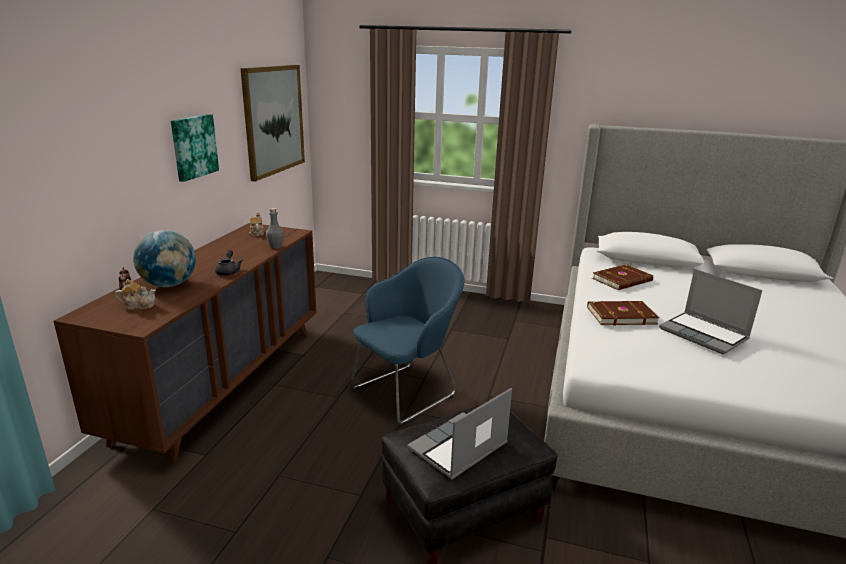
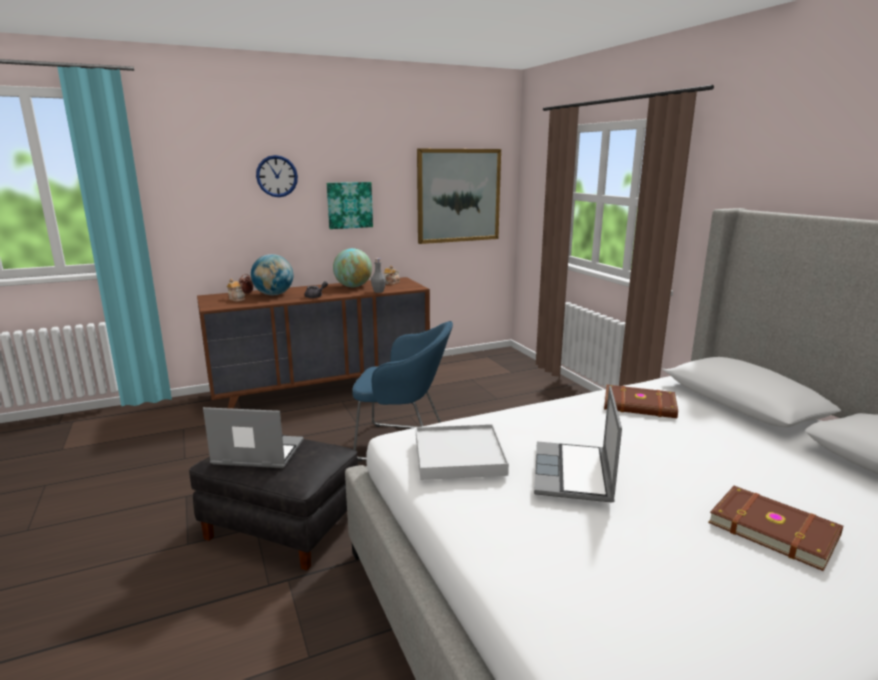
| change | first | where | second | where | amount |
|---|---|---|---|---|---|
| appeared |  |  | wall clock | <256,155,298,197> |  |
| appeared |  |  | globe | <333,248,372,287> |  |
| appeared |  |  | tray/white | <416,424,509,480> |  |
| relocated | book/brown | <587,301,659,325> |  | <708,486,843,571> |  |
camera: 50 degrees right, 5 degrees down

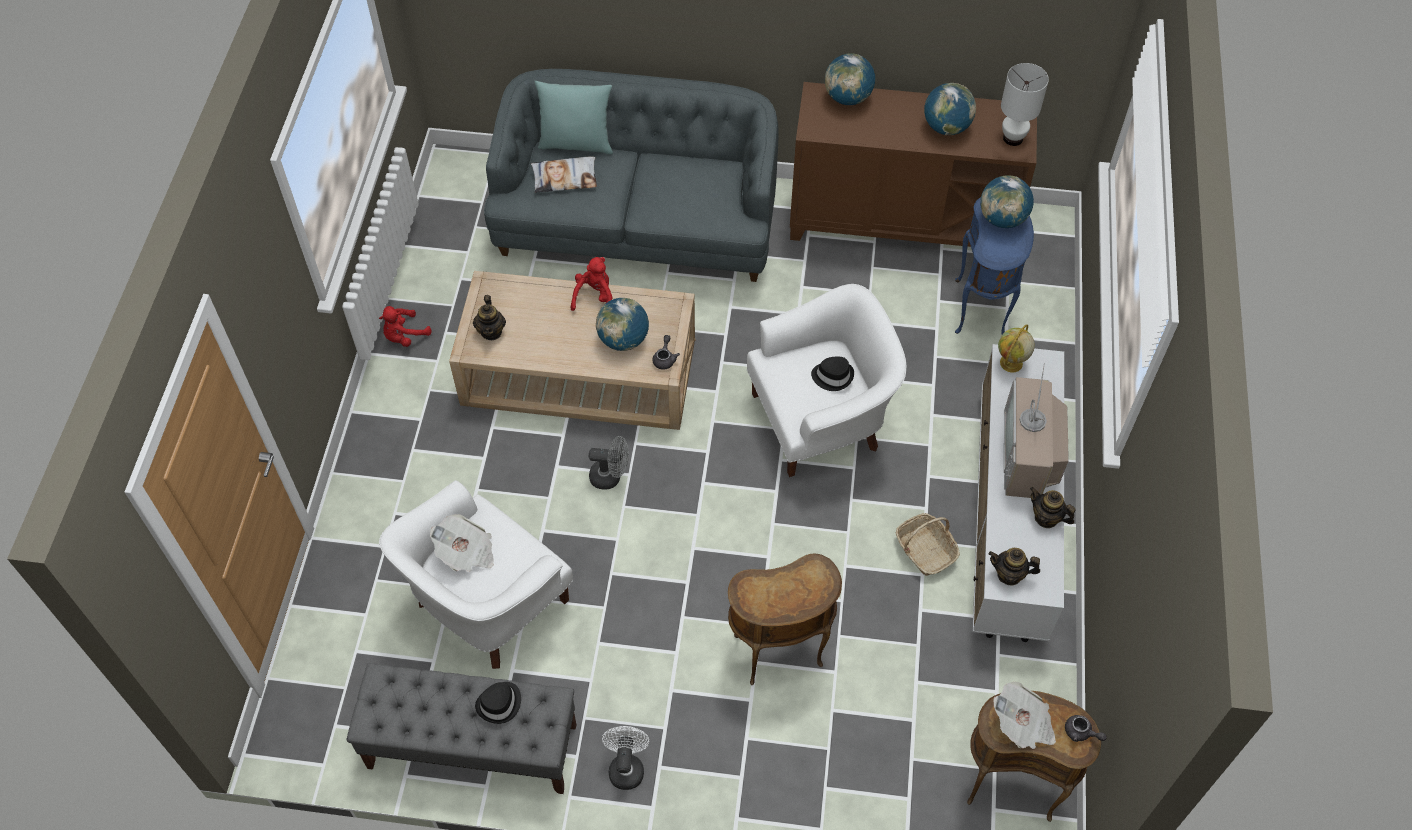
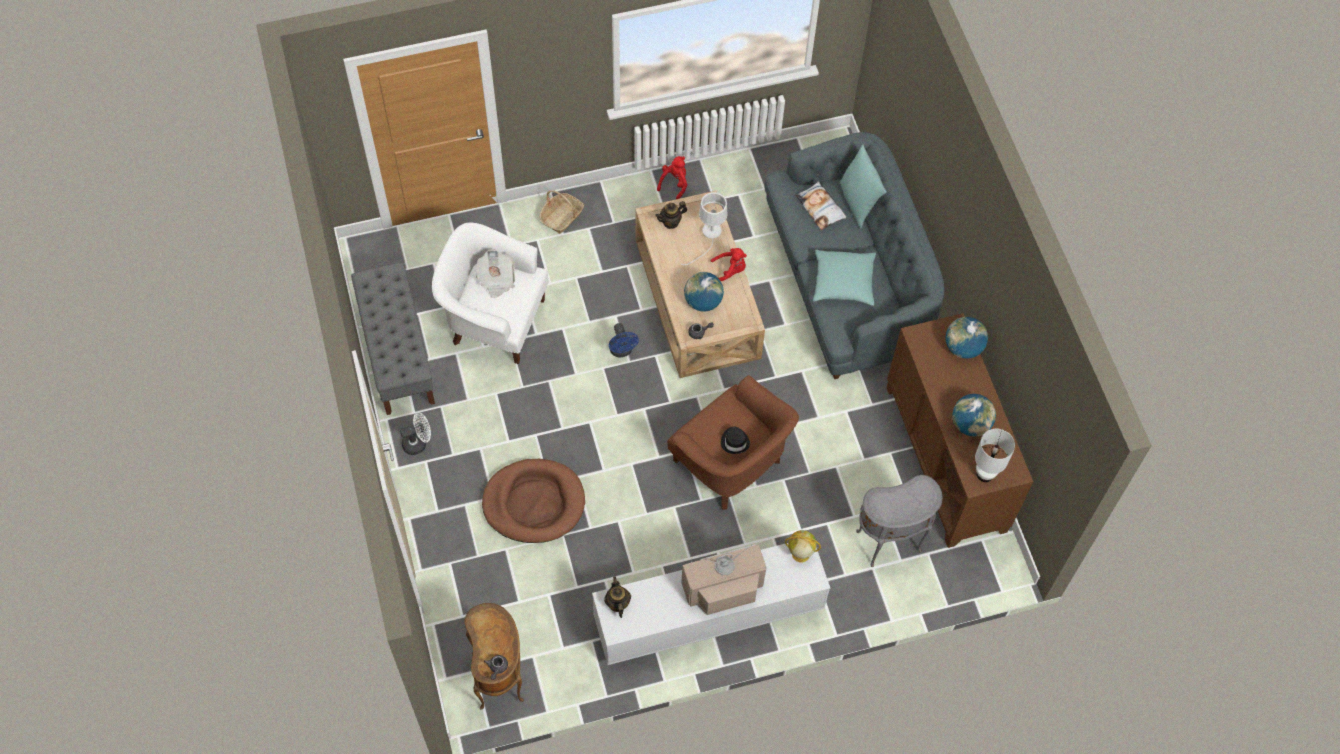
| change | first | where | second | where | amount |
|---|---|---|---|---|---|
| exchanged | side table/brown | <728,554,842,685> | dog bed/brown | <482,459,585,543> |  |
| relocated | basket | <896,513,960,576> |  | <539,190,584,234> |  |
| colour | fan/grey | <589,436,629,490> | fan/blue | <609,323,639,357> |  |
| spun | plush toy/red | <379,306,432,347> |  | <657,156,687,199> | 90 degrees clockwise |
| colour | armchair/white | <747,284,907,477> | armchair/brown | <667,375,799,510> |  |
| appeared |  |  | table lamp/white | <681,192,728,265> |  |
| appeared |  |  | pillow/turquoise | <813,249,876,306> |  |
| colour | side table/blue | <955,197,1034,334> | side table/grey | <856,475,942,567> |  |
| missing | hat/black | <475,682,521,724> |  |  |  |
| missing | globe | <980,175,1034,228> |  |  |  |
| missing | newspaper | <993,682,1056,749> |  |  |  |
| missing | teapot | <1030,487,1076,528> |  |  |  |
camera: 65 degrees right, 5 degrees up

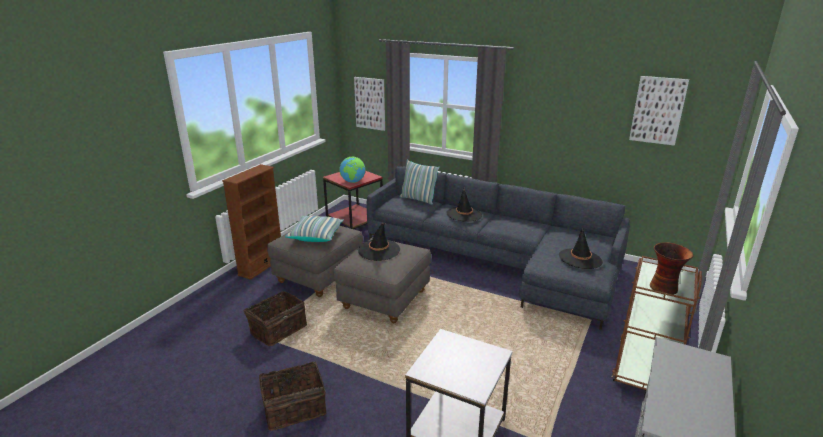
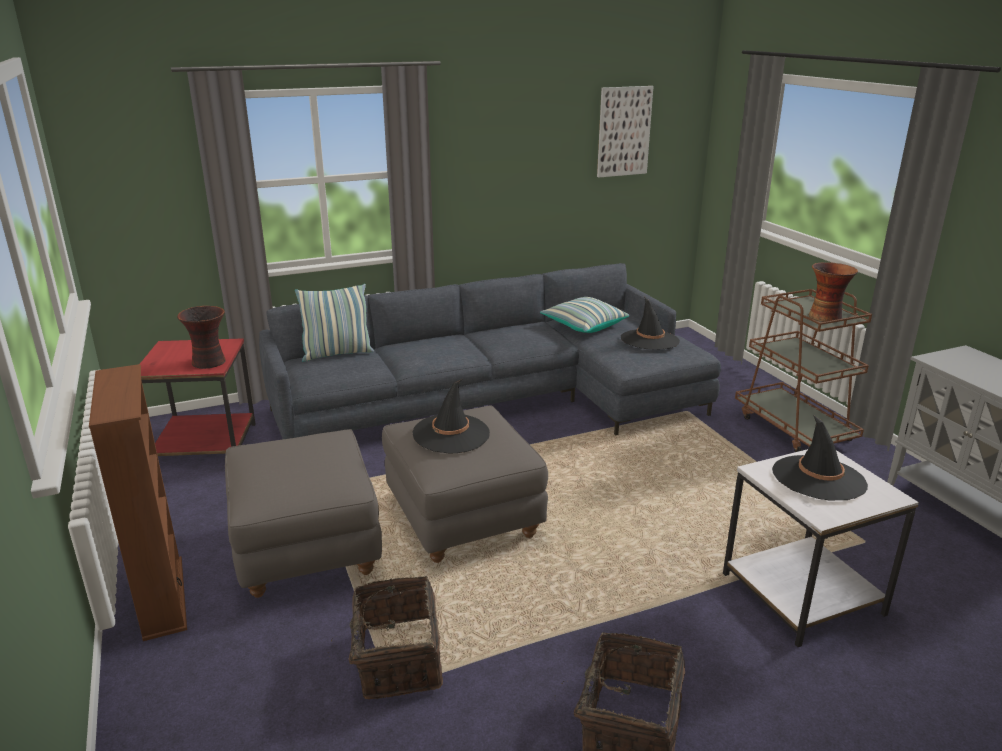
| change | first | where | second | where | amount |
|---|---|---|---|---|---|
| exchanged | globe | <339,157,366,183> | vase | <177,306,226,369> |  |
| relocated | pillow | <285,216,344,242> |  | <540,297,629,333> |  |
| relocated | hat/black | <447,188,482,222> |  | <772,415,868,500> |  |
| missing | picture | <354,77,385,131> |  |  |  |
camera: 50 degrees left, 0 degrees up

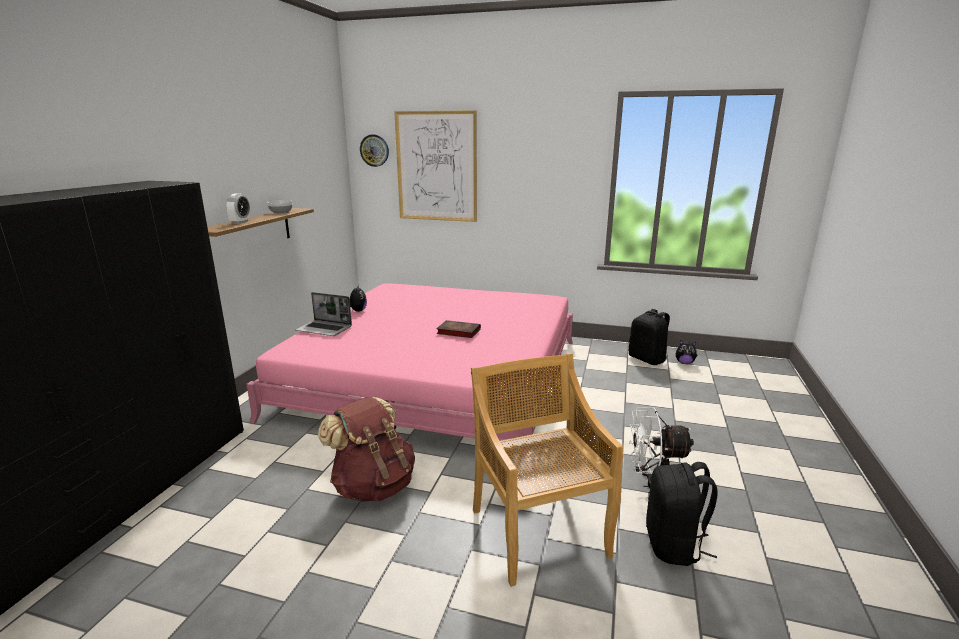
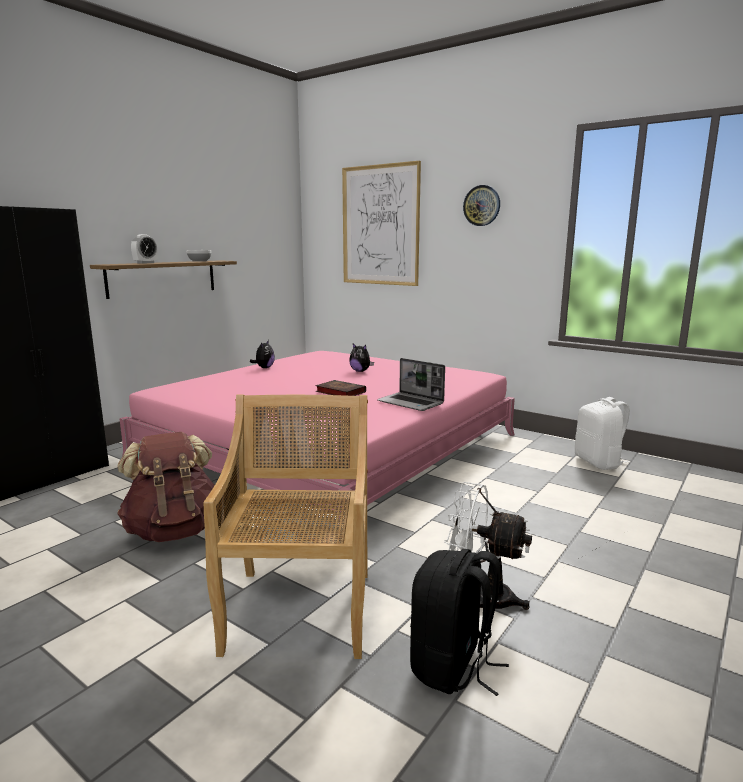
| change | first | where | second | where | amount |
|---|---|---|---|---|---|
| relocated | plush toy | <676,340,698,364> |  | <349,344,374,372> |  |
| relocated | laptop | <295,292,352,336> |  | <377,358,445,411> |  |
| relocated | wall clock | <360,134,389,167> |  | <463,185,500,226> |  |
| colour | backpack/black | <629,309,670,365> | backpack/white | <575,397,630,470> |  |
camera: 20 degrees right, 5 degrees down

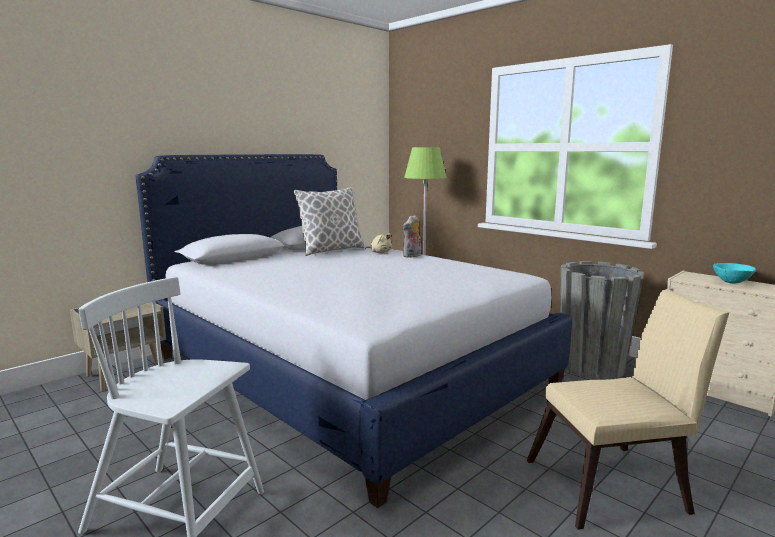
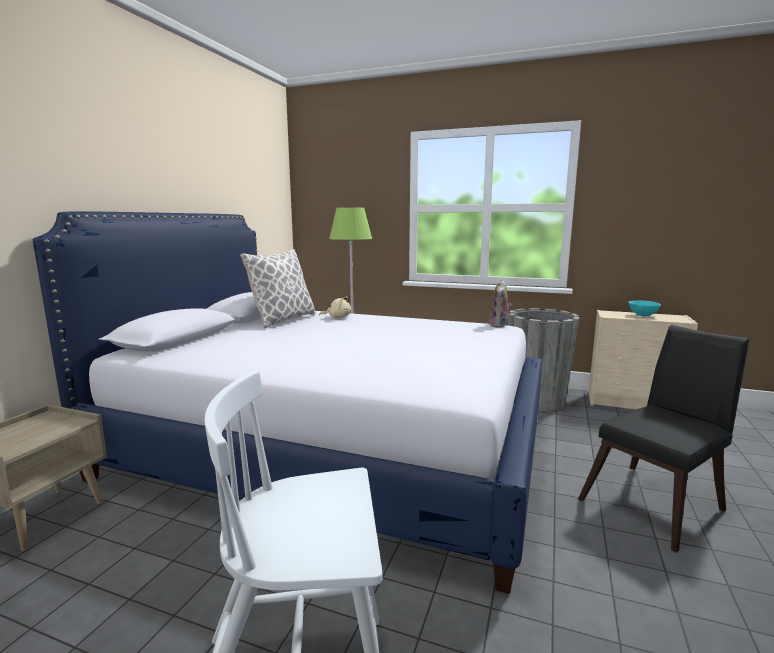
| change | first | where | second | where | amount |
|---|---|---|---|---|---|
| relocated | plush toy | <403,215,421,258> |  | <490,280,512,328> |  |
| colour | chair/beige | <527,289,729,530> | chair/black | <578,325,750,553> |  |
camera: 25 degrees left, 0 degrees up

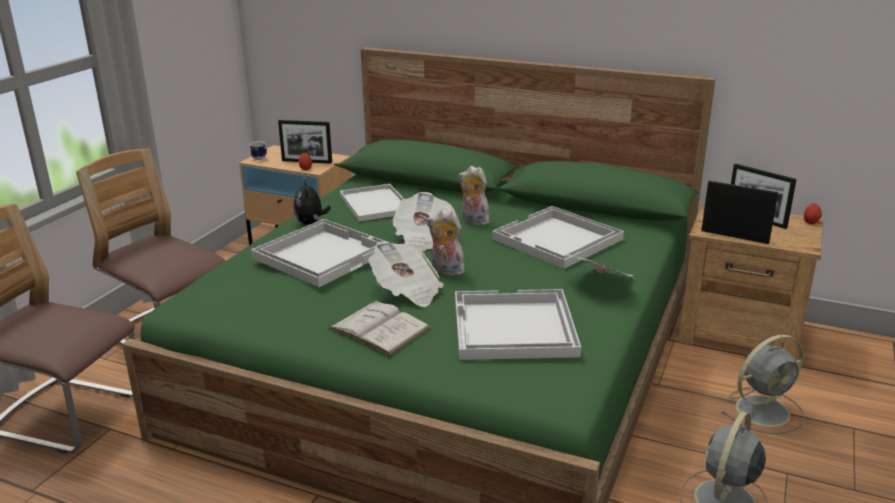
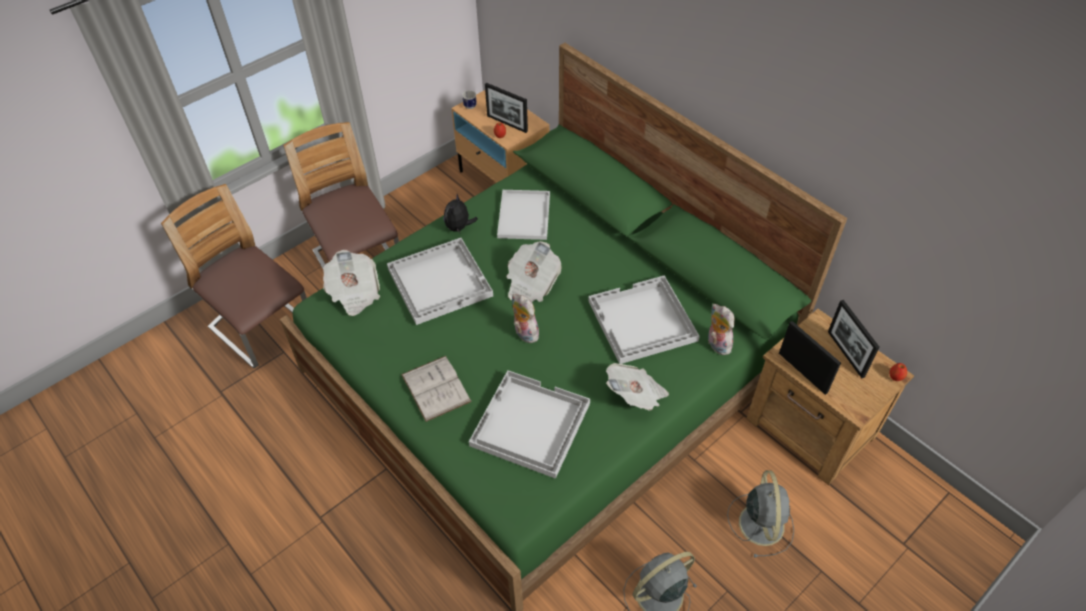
| change | first | where | second | where | amount |
|---|---|---|---|---|---|
| relocated | newspaper | <368,241,444,307> |  | <323,250,380,316> |  |
| relocated | plush toy | <458,166,490,226> |  | <708,304,735,355> |  |
| spun | fan/grey | <721,334,805,434> |  | <727,470,794,558> | 90 degrees counterclockwise |
camera: 25 degrees right, 25 degrees up

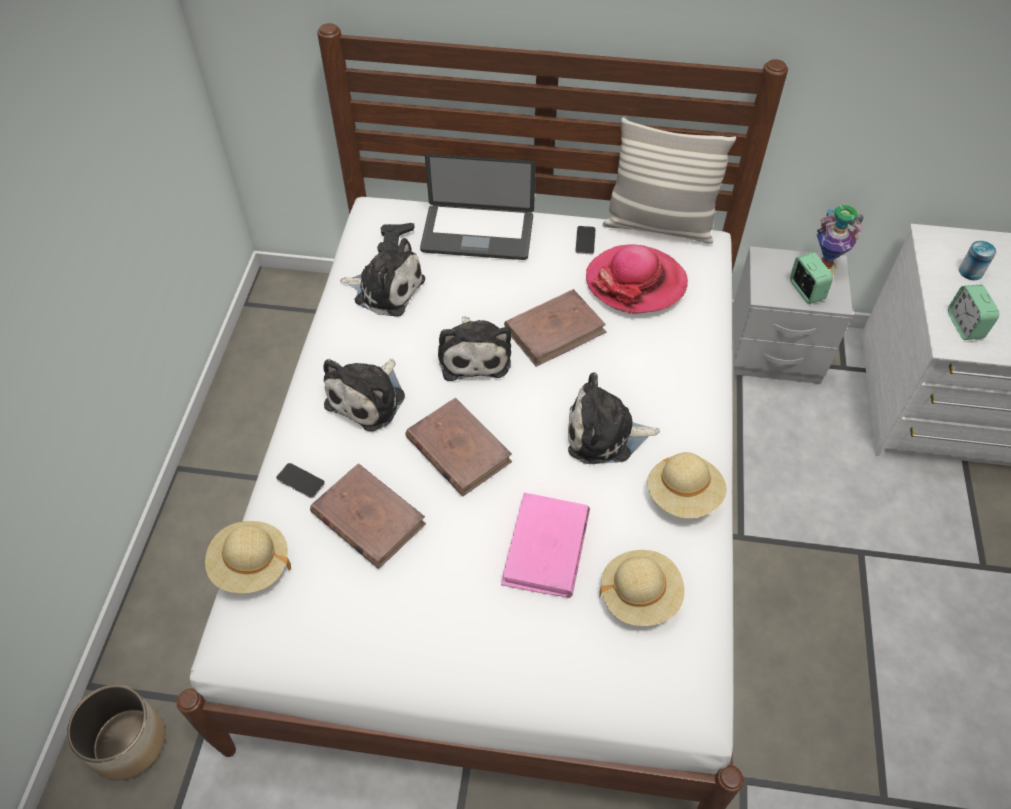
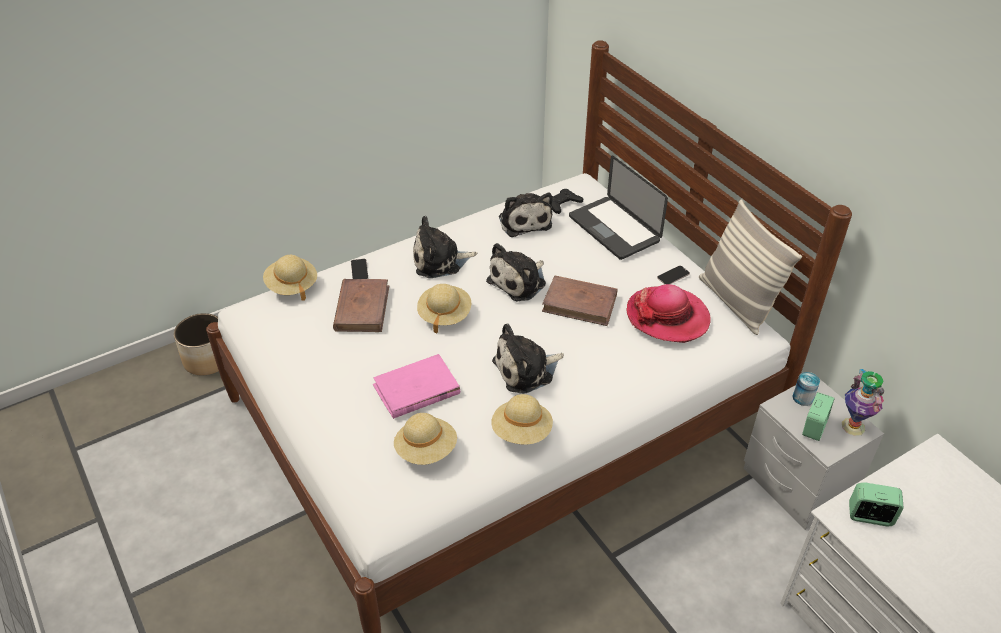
| change | first | where | second | where | amount |
|---|---|---|---|---|---|
| exchanged | book/brown | <405,398,512,496> | hat/beige | <417,284,471,334> |  |
| spun | plush toy | <568,372,660,464> |  | <492,323,564,394> | 75 degrees counterclockwise |
| relocated | can | <959,241,996,280> |  | <793,372,820,406> |  |
| spun | alarm clock | <948,285,999,340> |  | <849,482,904,526> | 60 degrees clockwise |
camera: 50 degrees right, 10 degrees down

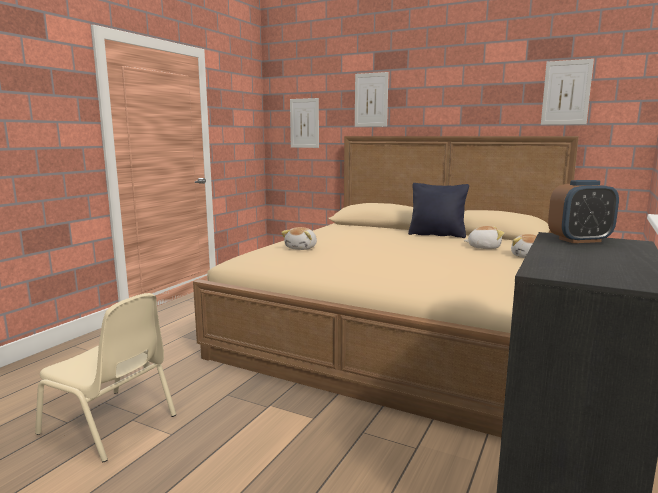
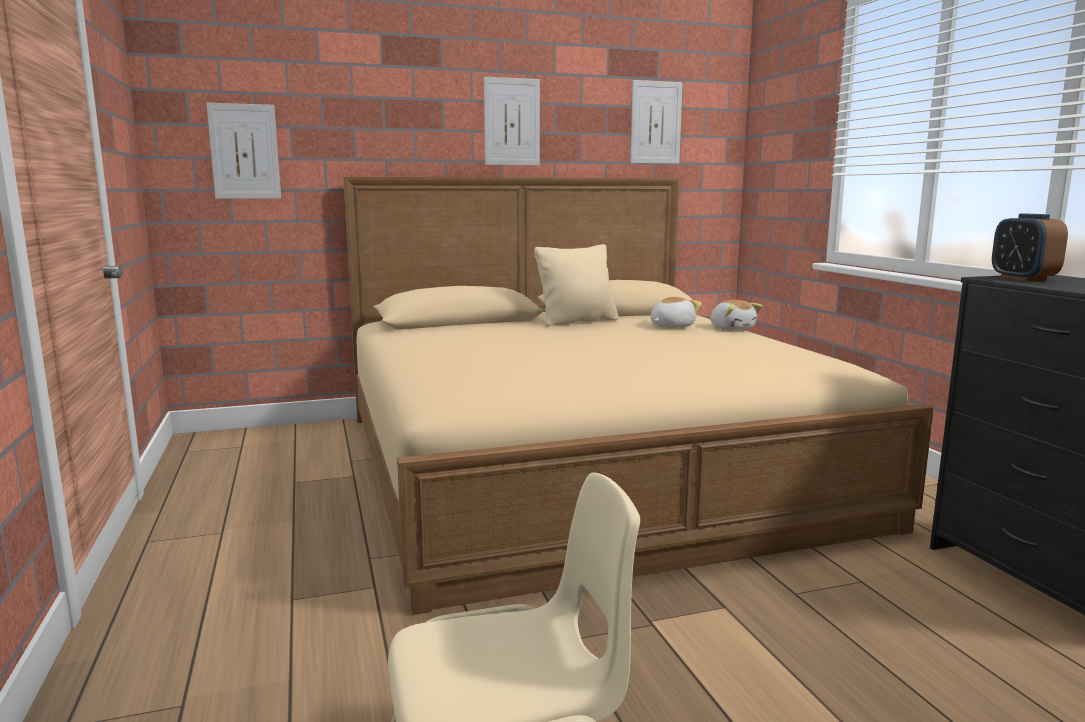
| change | first | where | second | where | amount |
|---|---|---|---|---|---|
| relocated | picture | <355,72,389,127> |  | <484,77,540,165> |  |
| colour | pillow/black | <408,183,469,238> | pillow/beige | <534,244,618,326> |  |
| spun | alarm clock | <548,180,619,243> |  | <992,214,1068,281> | 135 degrees clockwise |
| missing | plush toy | <281,227,317,250> |  |  |  |
camera: 45 degrees left, 0 degrees up

